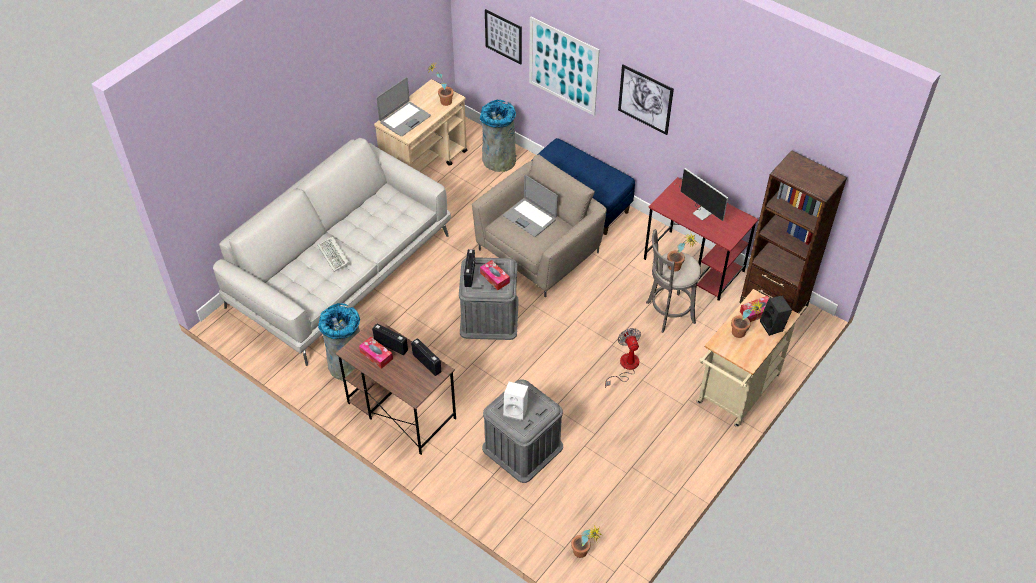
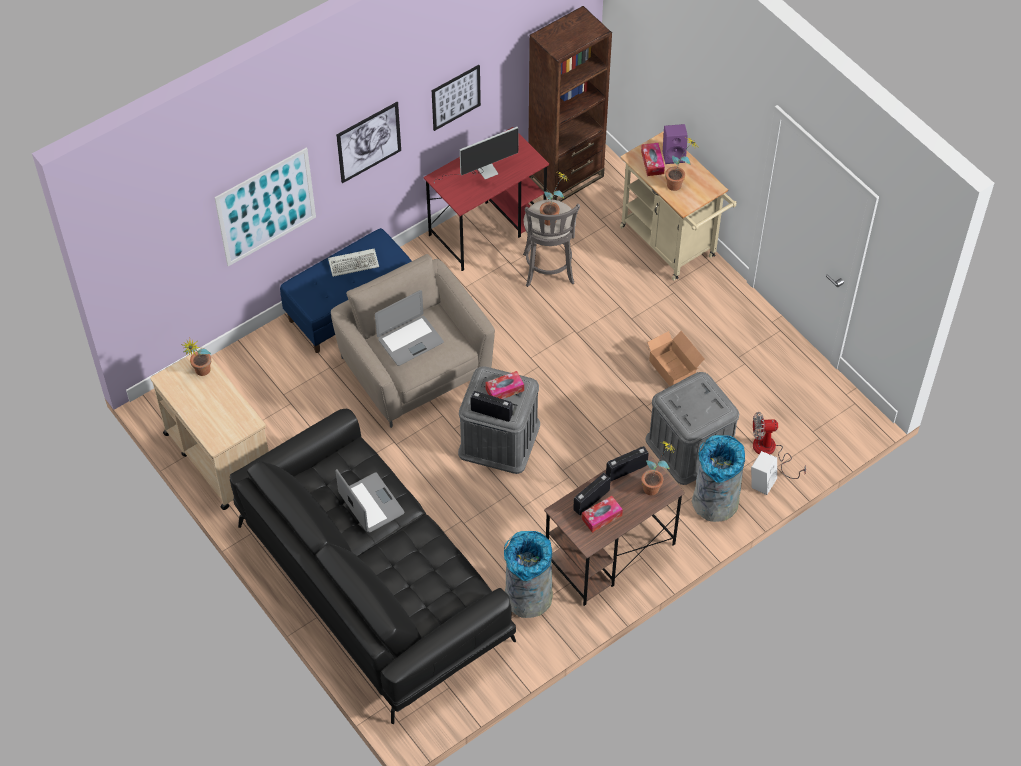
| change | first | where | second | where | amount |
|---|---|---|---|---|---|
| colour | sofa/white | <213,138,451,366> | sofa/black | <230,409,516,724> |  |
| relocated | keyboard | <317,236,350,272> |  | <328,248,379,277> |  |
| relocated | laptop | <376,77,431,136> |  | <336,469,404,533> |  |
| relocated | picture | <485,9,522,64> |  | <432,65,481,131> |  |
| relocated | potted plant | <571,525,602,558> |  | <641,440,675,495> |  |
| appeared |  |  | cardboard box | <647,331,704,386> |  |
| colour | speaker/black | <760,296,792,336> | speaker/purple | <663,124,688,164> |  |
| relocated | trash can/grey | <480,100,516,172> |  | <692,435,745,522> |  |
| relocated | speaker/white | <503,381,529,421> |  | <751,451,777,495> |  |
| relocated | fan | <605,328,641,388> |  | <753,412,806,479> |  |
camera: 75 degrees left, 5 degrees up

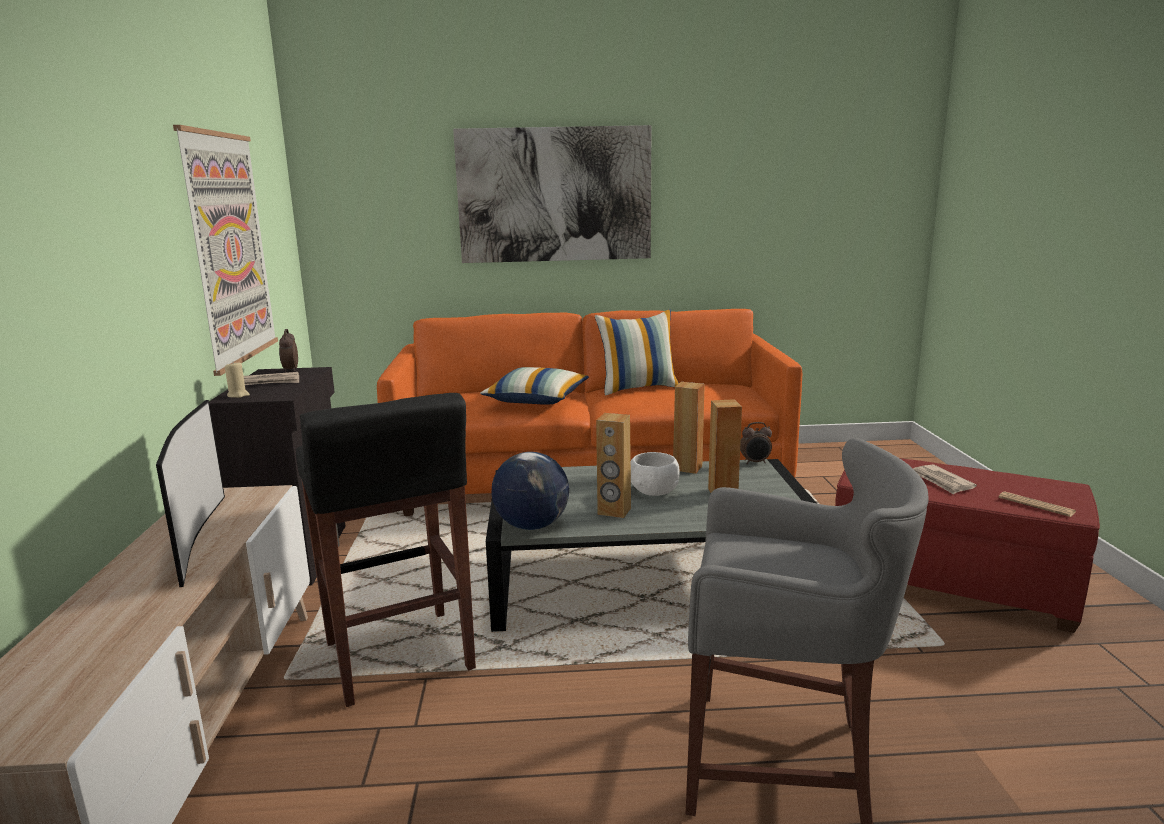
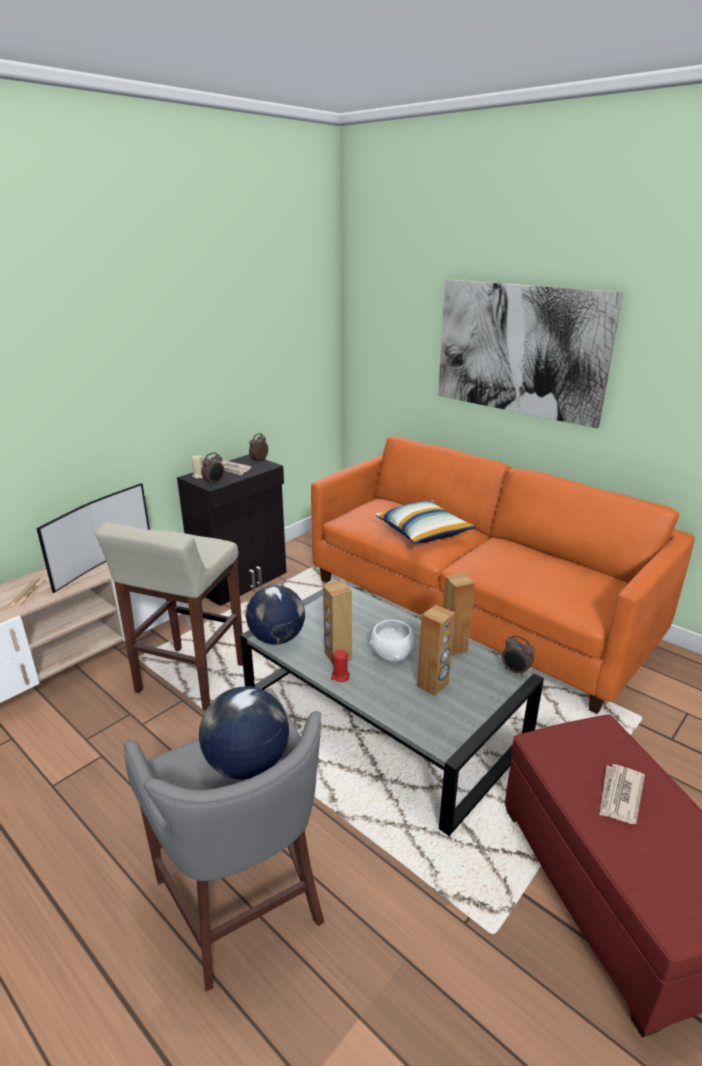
| change | first | where | second | where | amount |
|---|---|---|---|---|---|
| relocated | newspaper | <999,491,1076,517> |  | <9,578,47,606> |  |
| colour | stool/black | <296,393,476,707> | stool/beige | <95,522,243,711> |  |
| appeared |  |  | globe | <199,686,289,780> |  |
| appeared |  |  | alarm clock | <201,452,224,486> |  |
| appeared |  |  | candle/red | <331,649,350,682> |  |
| missing | picture | <173,125,278,376> |  |  |  |
| missing | pillow | <595,309,679,396> |  |  |  |
camera: 45 degrees right, 10 degrees up

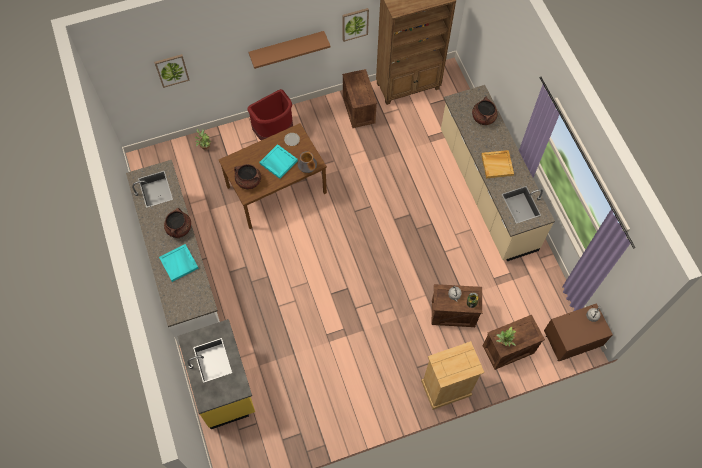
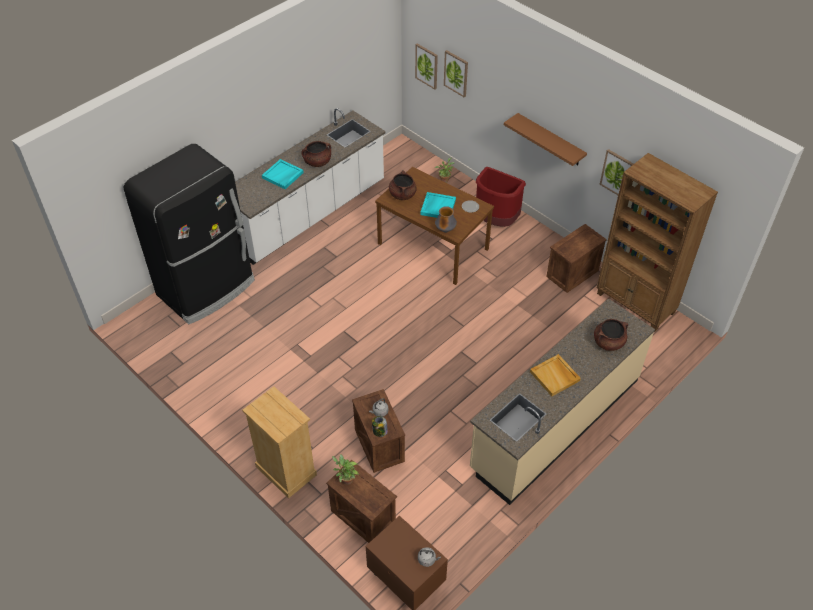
| change | first | where | second | where | amount |
|---|---|---|---|---|---|
| exchanged | counter/yellow | <177,319,255,429> | fridge/black | <124,144,254,324> |  |
| appeared |  |  | picture | <415,44,438,90> |  |
camera: 65 degrees right, 15 degrees down

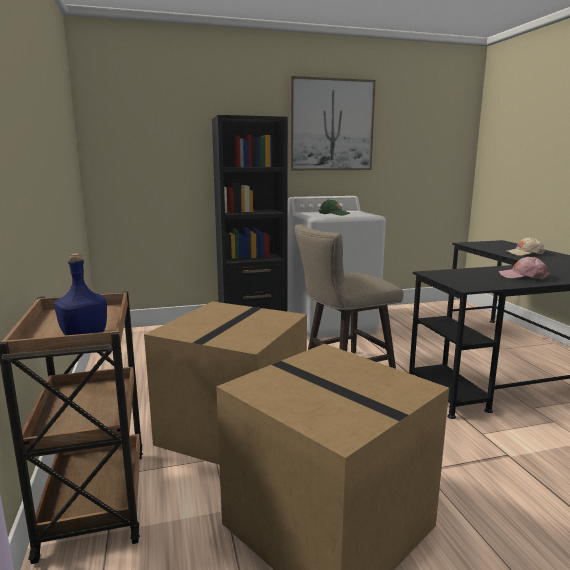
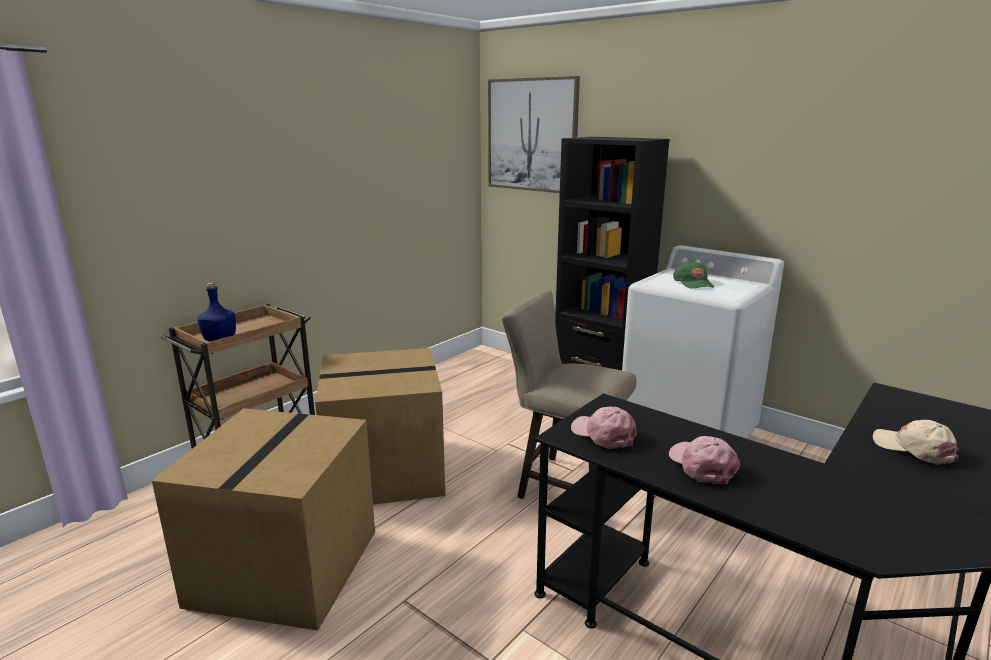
| change | first | where | second | where | amount |
|---|---|---|---|---|---|
| relocated | picture | <290,76,376,170> |  | <488,76,580,193> |  |
| appeared |  |  | cap/pink | <571,407,637,449> |  |
camera: 55 degrees right, 5 degrees up

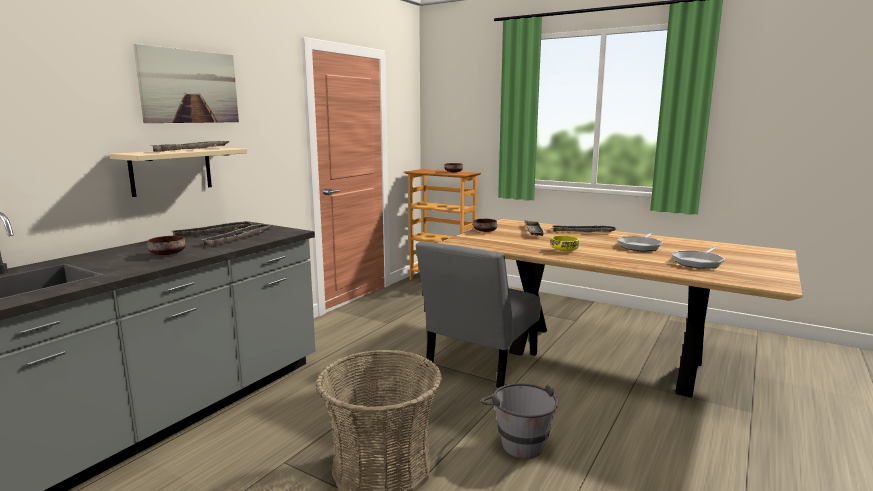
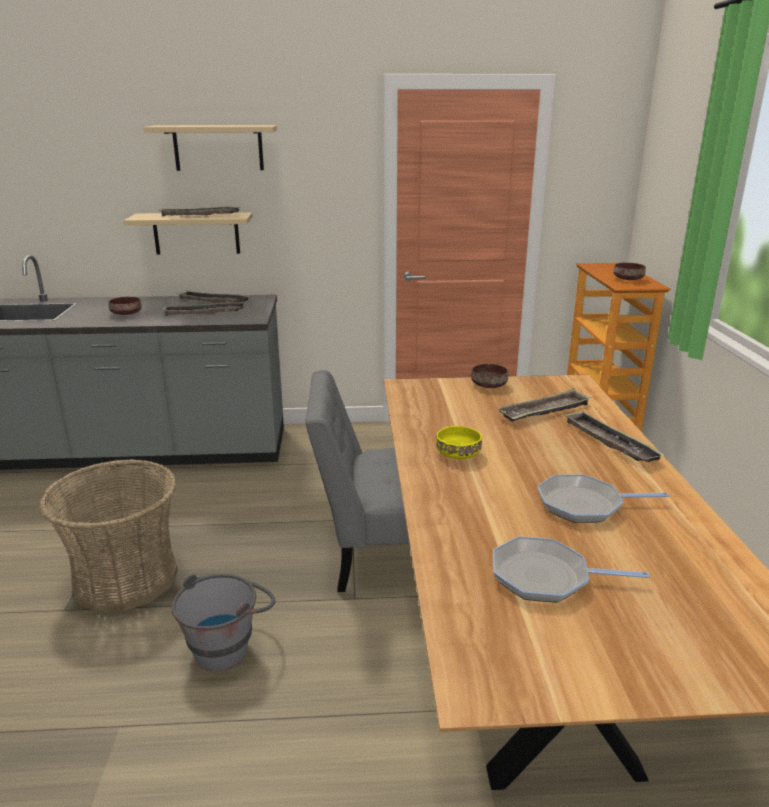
| change | first | where | second | where | amount |
|---|---|---|---|---|---|
| exchanged | picture | <133,44,239,123> | shelf/beige | <144,125,277,171> |  |
camera: 55 degrees right, 10 degrees up

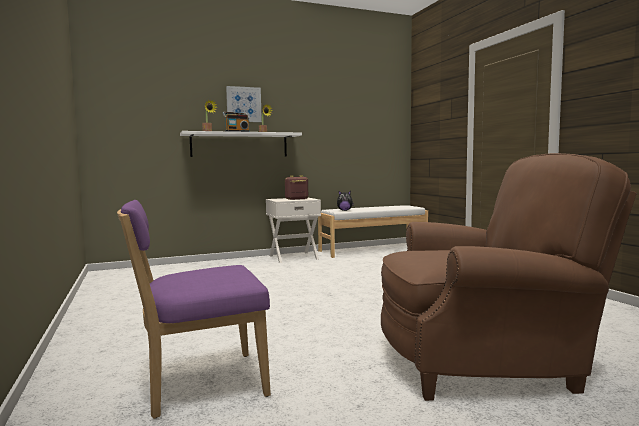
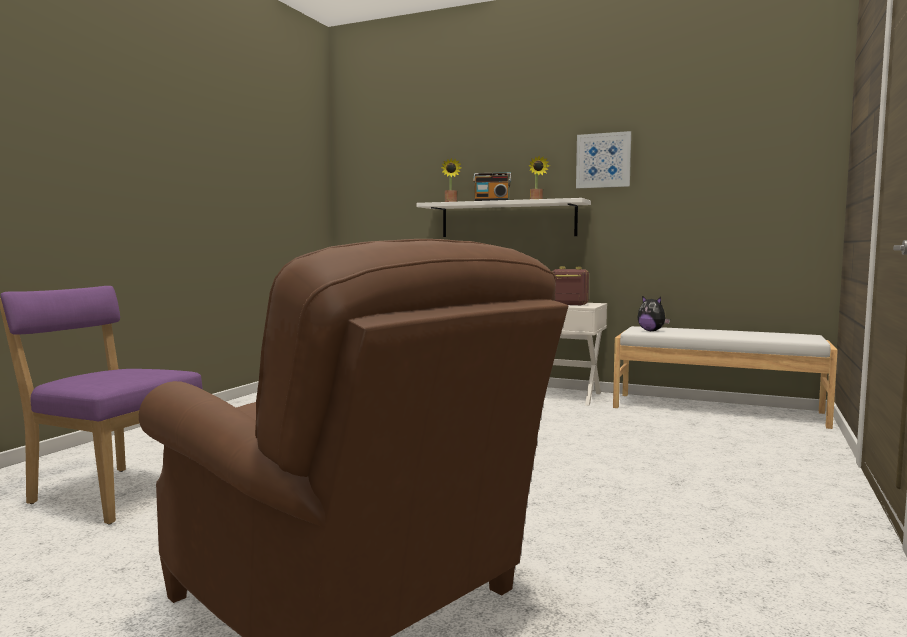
| change | first | where | second | where | amount |
|---|---|---|---|---|---|
| relocated | picture | <226,86,262,122> |  | <576,131,631,188> |  |
camera: 45 degrees right, 0 degrees up

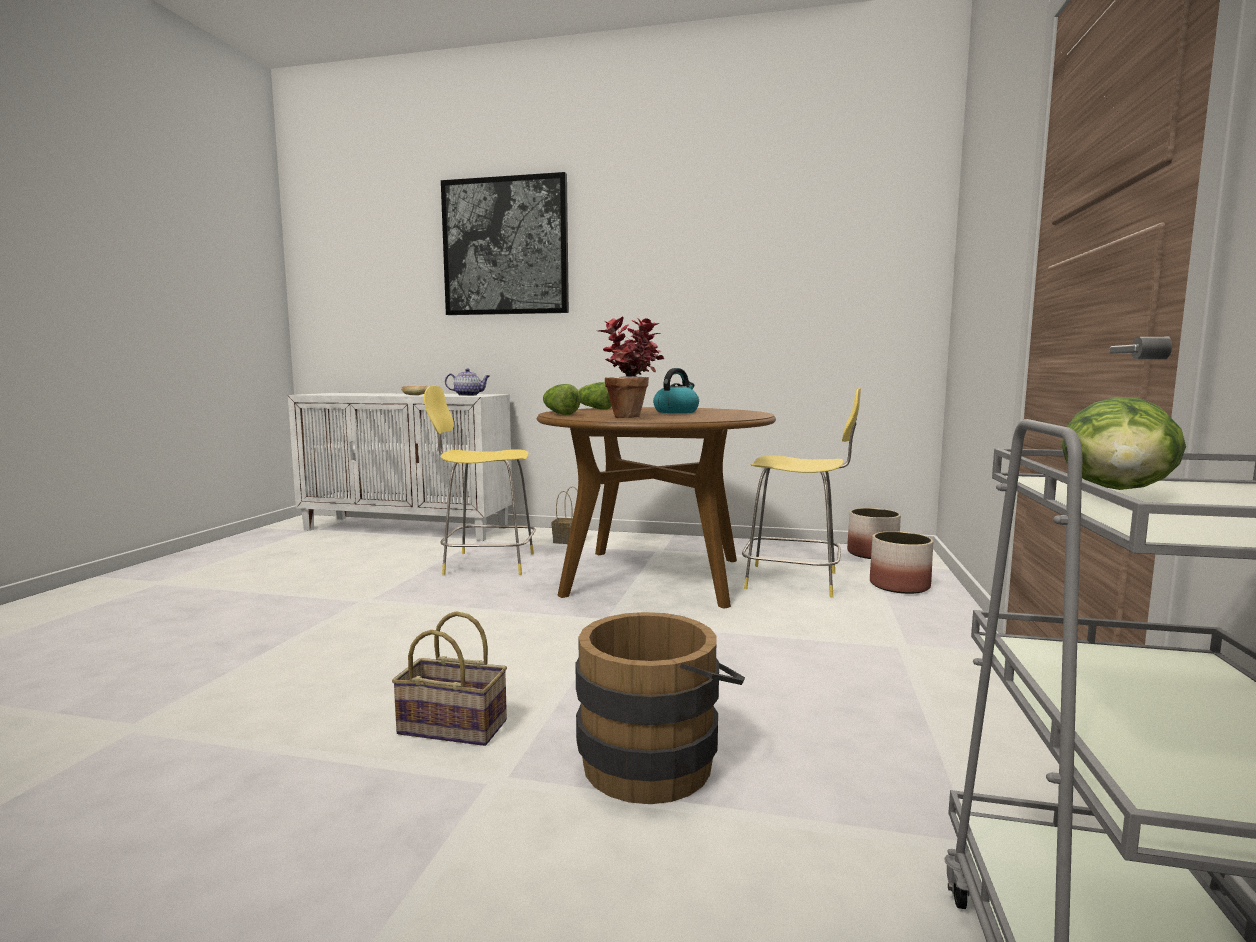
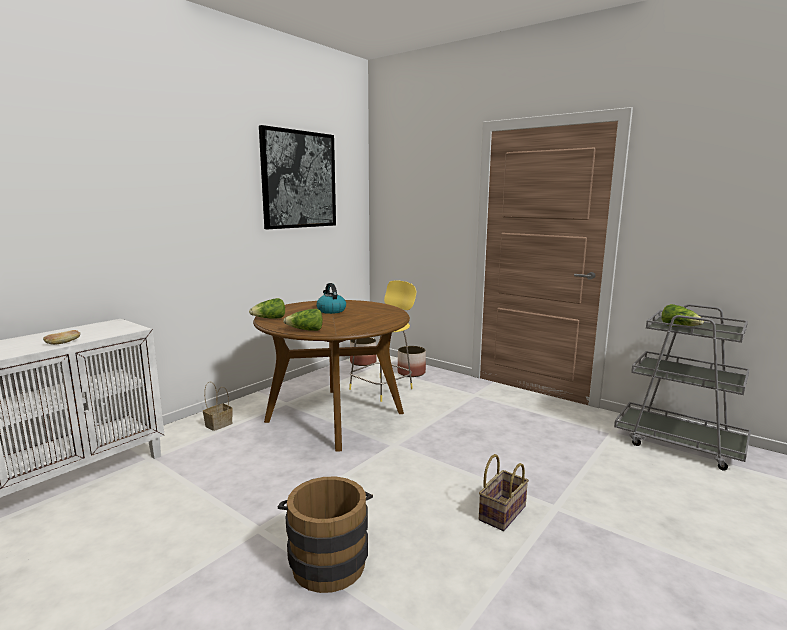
| change | first | where | second | where | amount |
|---|---|---|---|---|---|
| relocated | picture | <441,172,569,315> |  | <259,125,336,229> |  |
| relocated | bucket/brown | <575,612,745,804> |  | <278,477,373,593> |  |
| missing | stool/yellow | <424,386,536,575> |  |  |  |
| missing | teapot | <445,368,490,396> |  |  |  |
| missing | potted plant | <598,316,664,418> |  |  |  |
camera: 65 degrees left, 5 degrees up

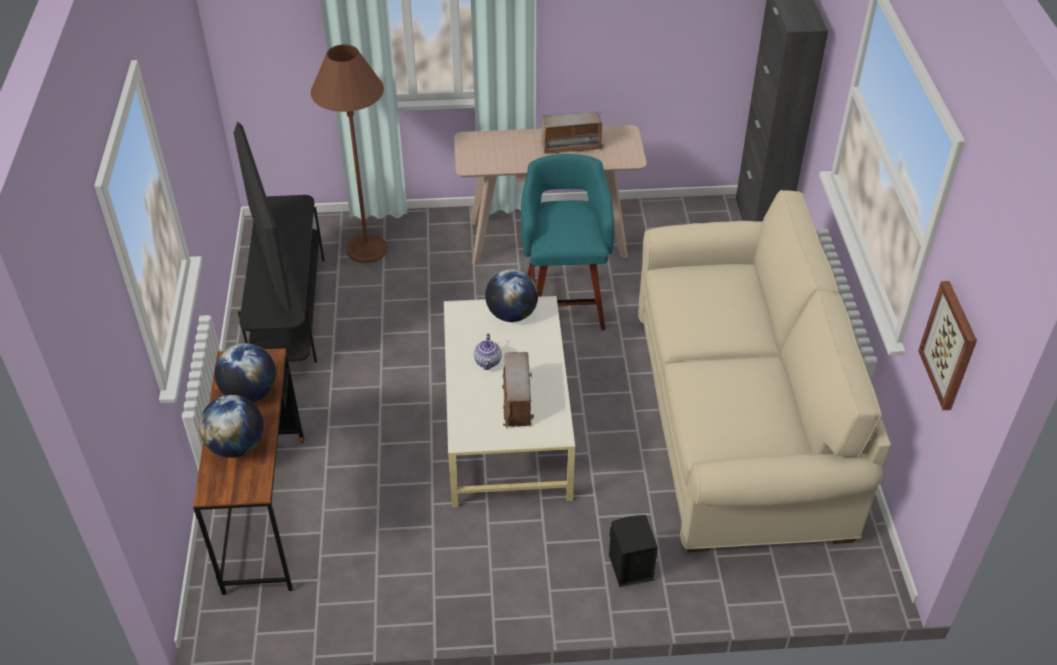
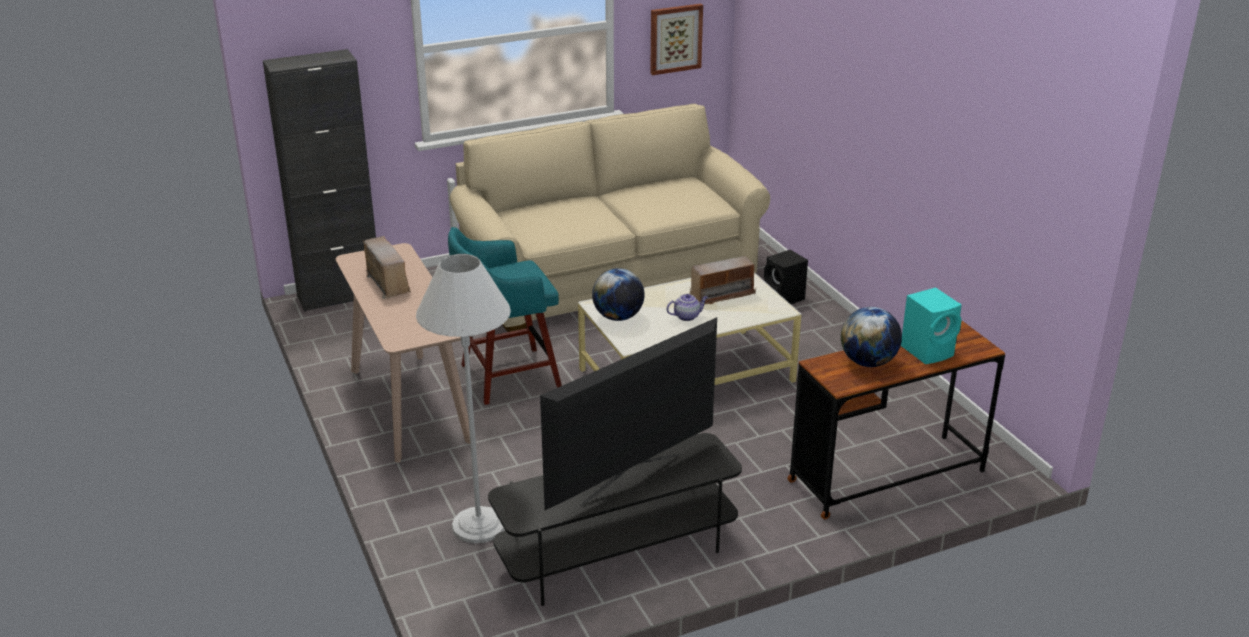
| change | first | where | second | where | amount |
|---|---|---|---|---|---|
| colour | floor lamp/brown | <311,44,388,263> | floor lamp/white | <416,254,511,544> |  |
| exchanged | globe | <199,395,264,458> | speaker/turquoise | <901,287,962,364> |  |
camera: 110 degrees left, 15 degrees down

